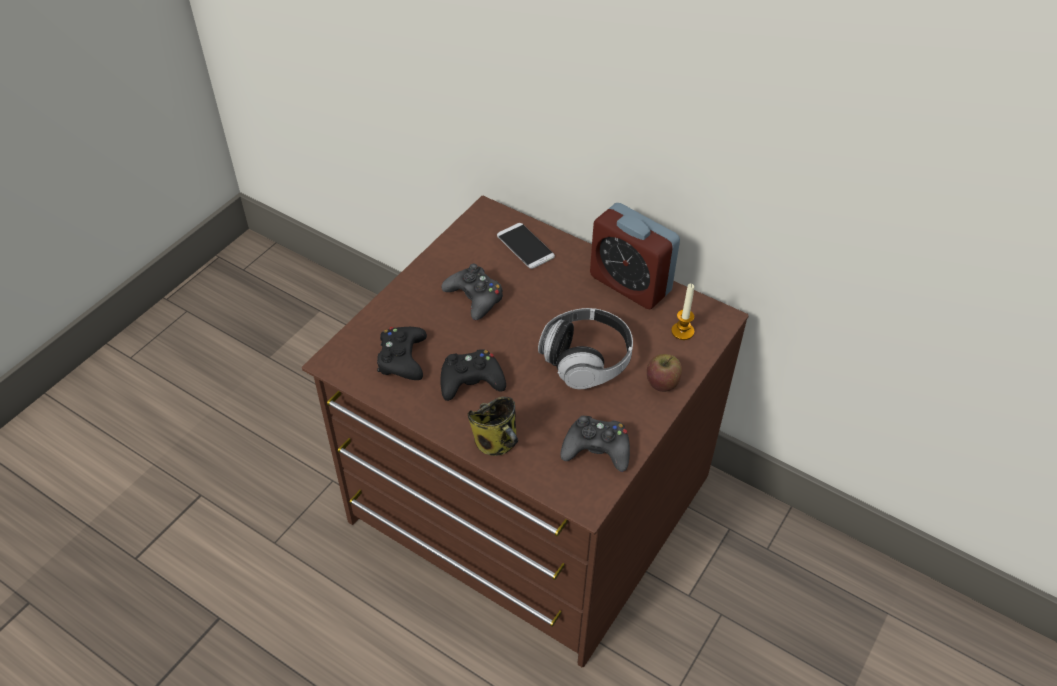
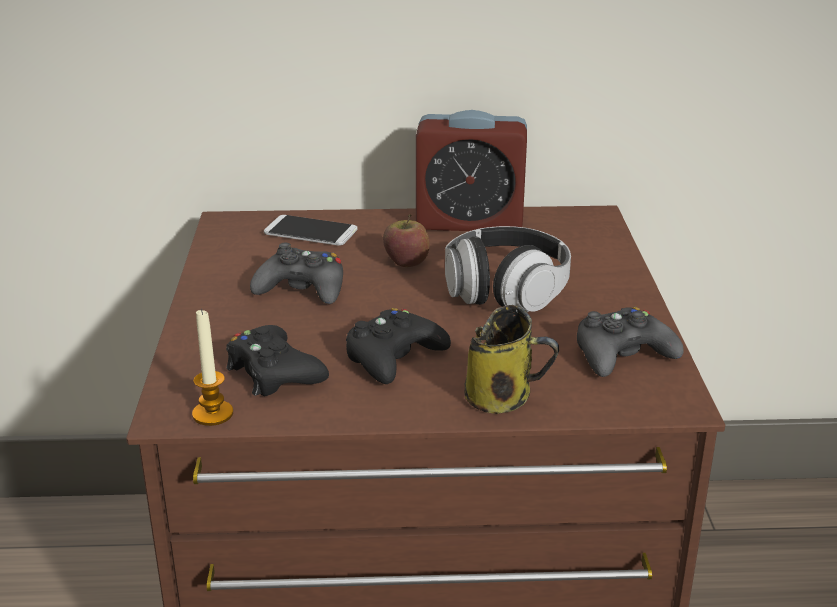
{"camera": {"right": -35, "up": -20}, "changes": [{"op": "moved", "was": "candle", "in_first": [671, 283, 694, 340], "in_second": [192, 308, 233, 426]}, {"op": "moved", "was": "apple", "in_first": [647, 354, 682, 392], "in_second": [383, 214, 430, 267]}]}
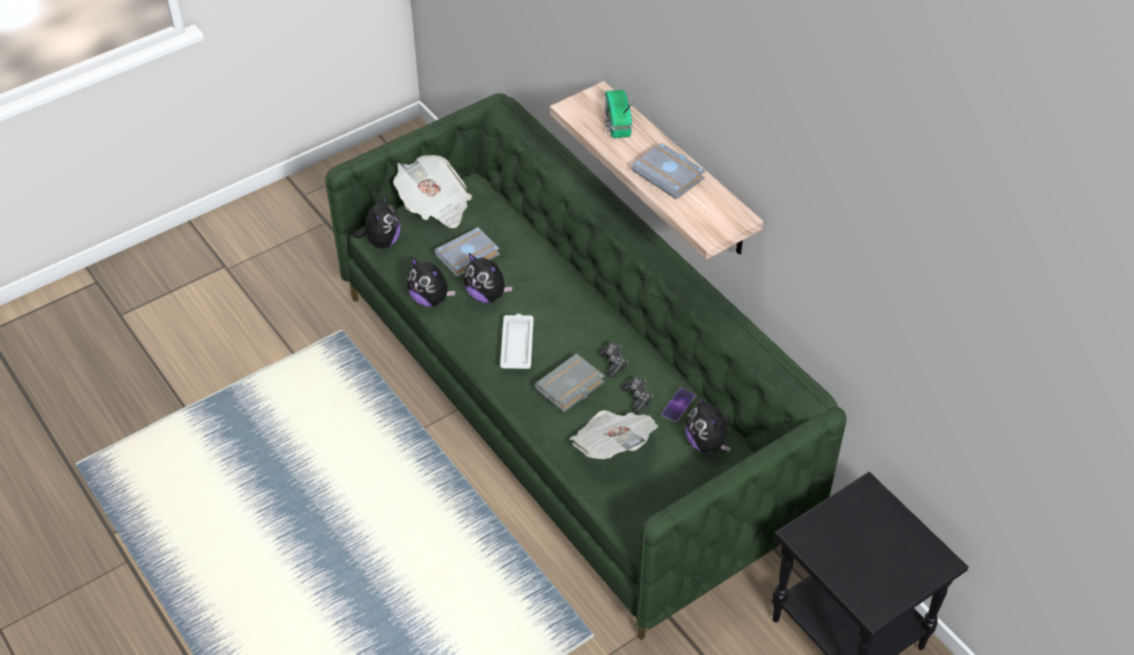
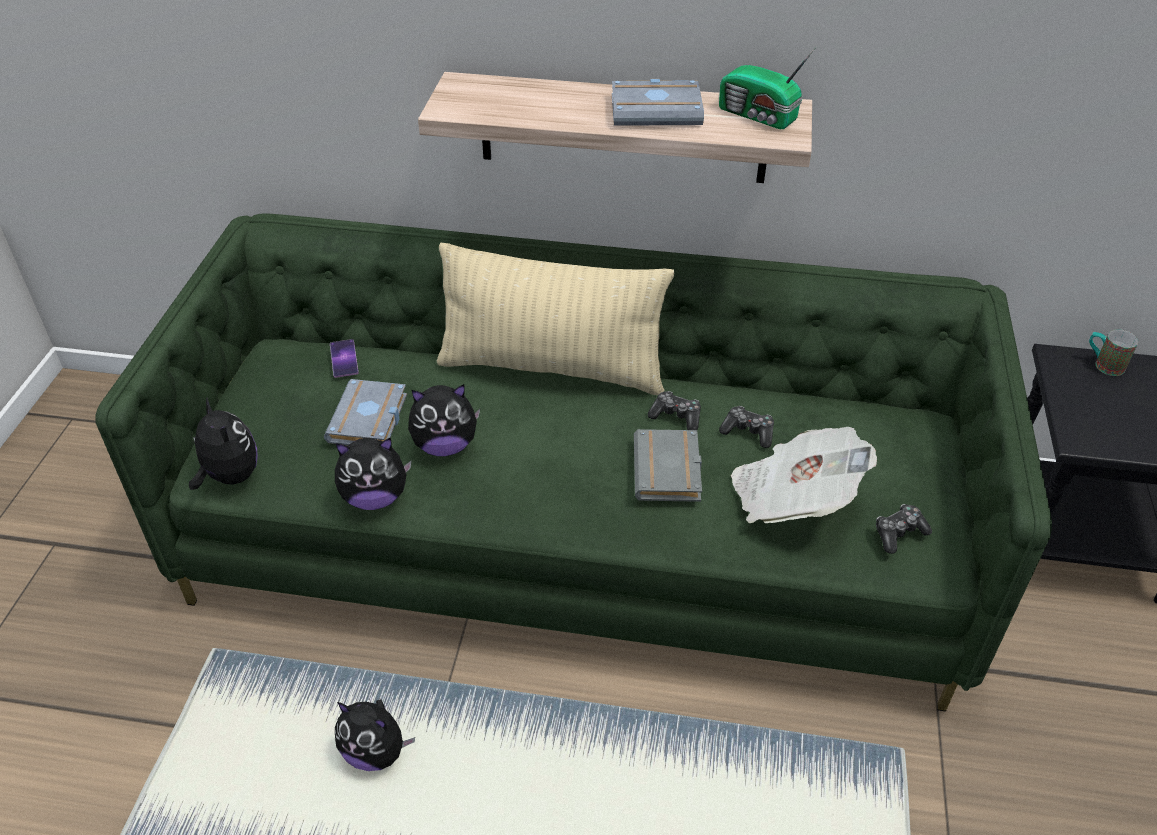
{"camera": {"right": -45, "up": -5}, "changes": [{"op": "moved", "was": "radio", "in_first": [605, 90, 634, 138], "in_second": [719, 47, 816, 129]}, {"op": "removed", "was": "newspaper", "in_first": [393, 155, 472, 228]}, {"op": "removed", "was": "tray (white)", "in_first": [500, 314, 534, 369]}, {"op": "moved", "was": "phone", "in_first": [661, 388, 696, 422], "in_second": [330, 339, 359, 378]}, {"op": "moved", "was": "plush toy", "in_first": [685, 394, 731, 454], "in_second": [335, 700, 415, 771]}, {"op": "added", "now": "pillow (beige)", "in_second": [436, 242, 674, 395]}, {"op": "added", "now": "mug", "in_second": [1089, 329, 1138, 376]}, {"op": "added", "now": "game controller", "in_second": [876, 504, 932, 554]}]}
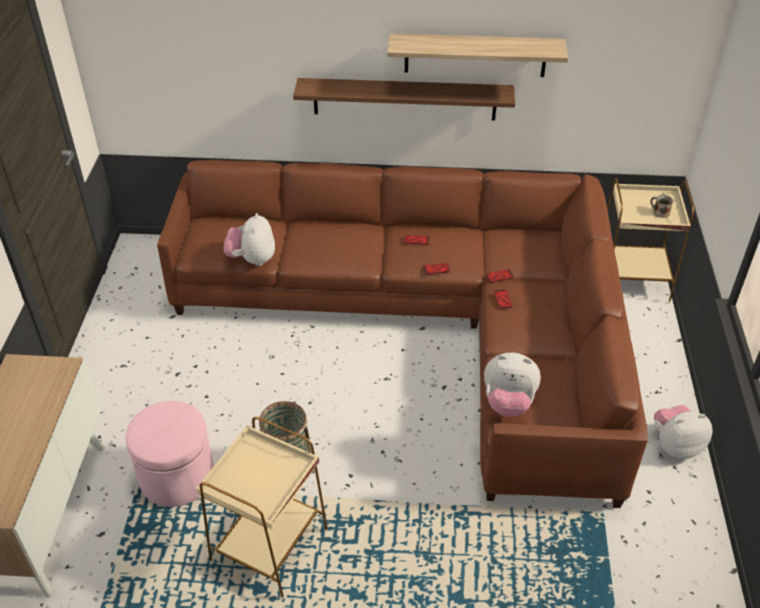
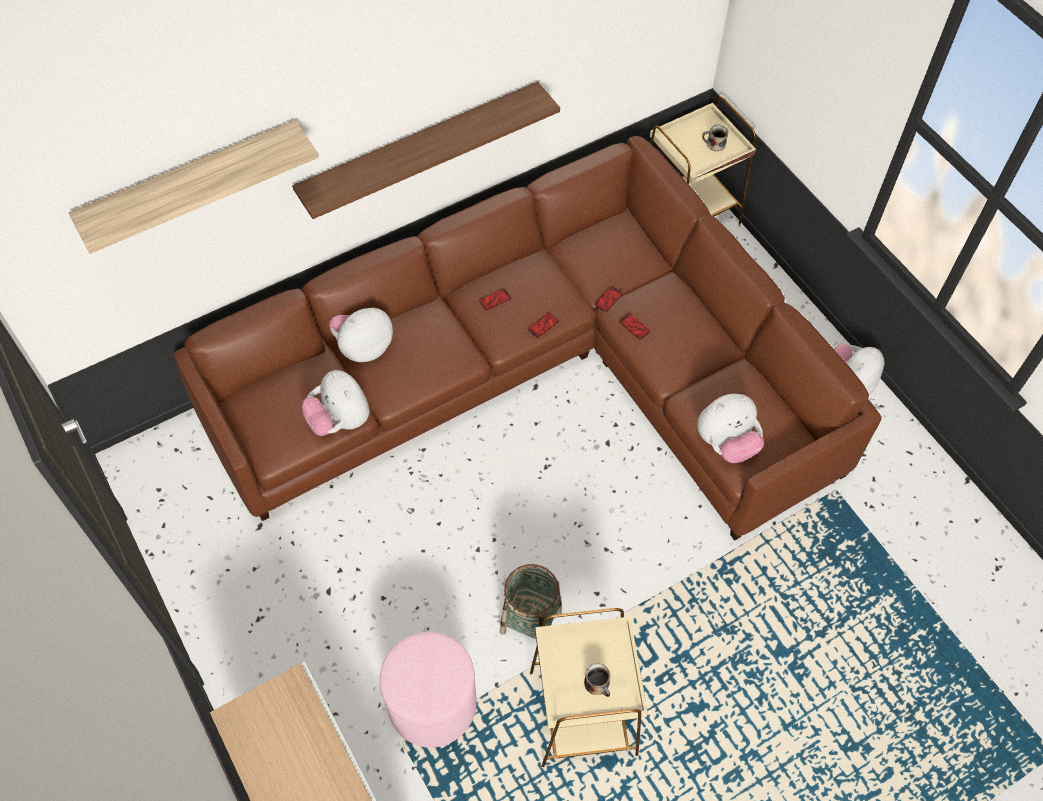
{"camera": {"right": -35, "up": 15}, "changes": [{"op": "moved", "was": "shelf", "in_first": [387, 33, 568, 77], "in_second": [68, 120, 319, 254]}, {"op": "added", "now": "plush toy", "in_second": [329, 308, 393, 362]}, {"op": "added", "now": "mug", "in_second": [584, 663, 610, 697]}]}
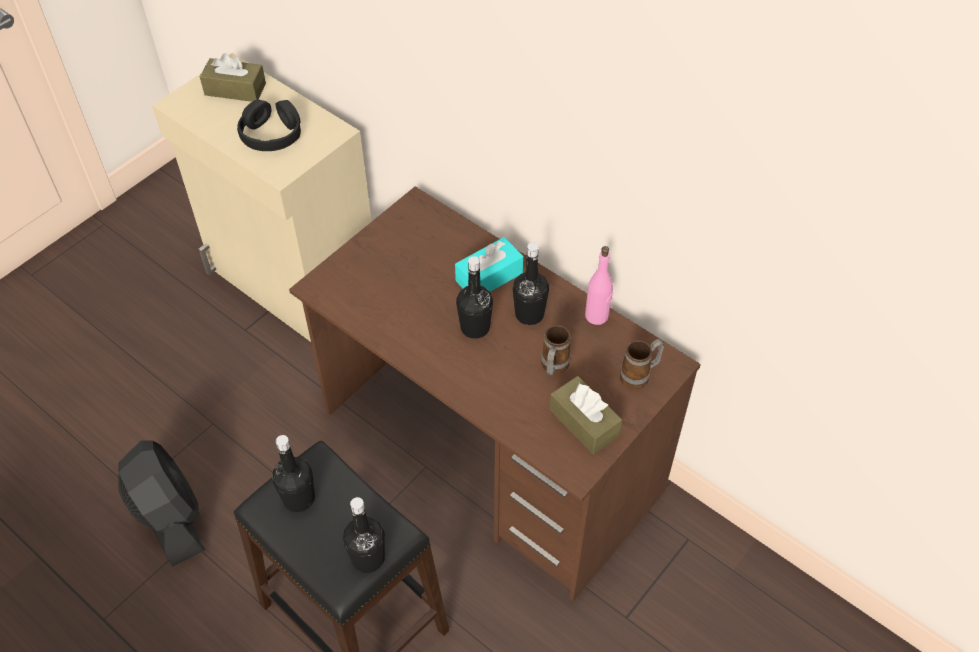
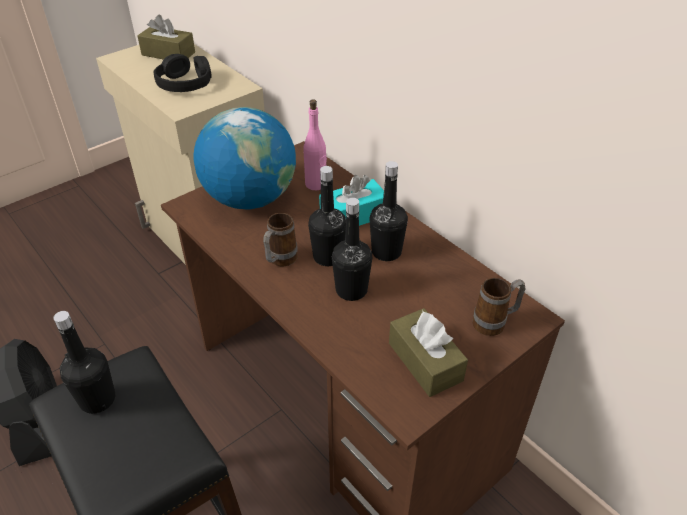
{"camera": {"right": 10, "up": -10}, "changes": [{"op": "moved", "was": "bottle (pink)", "in_first": [585, 246, 613, 325], "in_second": [303, 99, 327, 190]}, {"op": "moved", "was": "mug", "in_first": [541, 325, 571, 375], "in_second": [263, 213, 298, 266]}, {"op": "moved", "was": "bottle (black)", "in_first": [343, 497, 385, 573], "in_second": [332, 198, 372, 301]}, {"op": "added", "now": "globe", "in_second": [193, 107, 296, 210]}]}
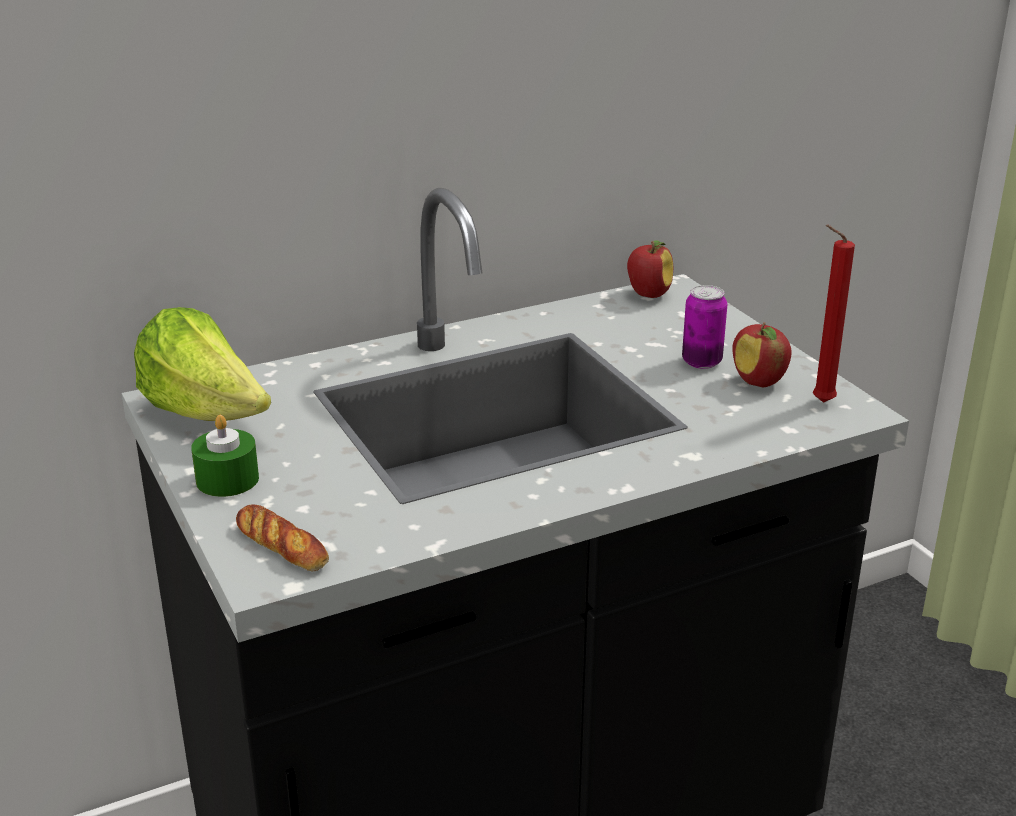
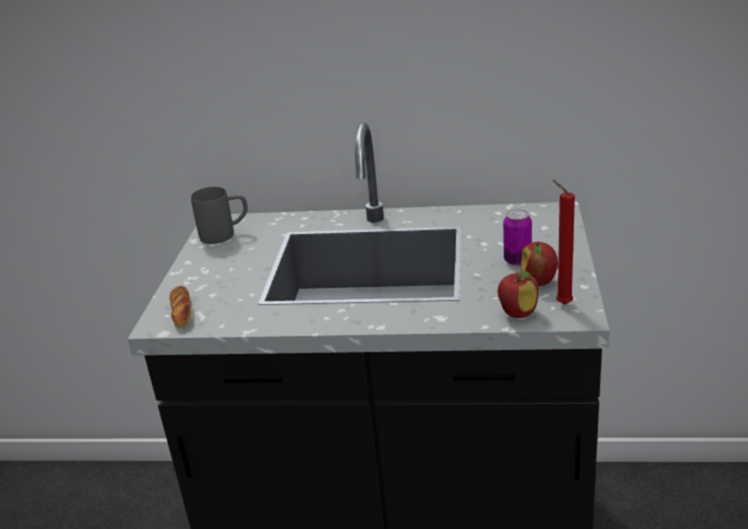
{"camera": {"right": 35, "up": 0}, "changes": [{"op": "moved", "was": "apple", "in_first": [627, 240, 673, 298], "in_second": [498, 271, 539, 318]}, {"op": "replaced", "was": "lettuce", "now": "mug (grey)", "in_first": [134, 307, 271, 421], "in_second": [191, 187, 248, 244]}, {"op": "removed", "was": "candle (green)", "in_first": [191, 415, 259, 497]}]}
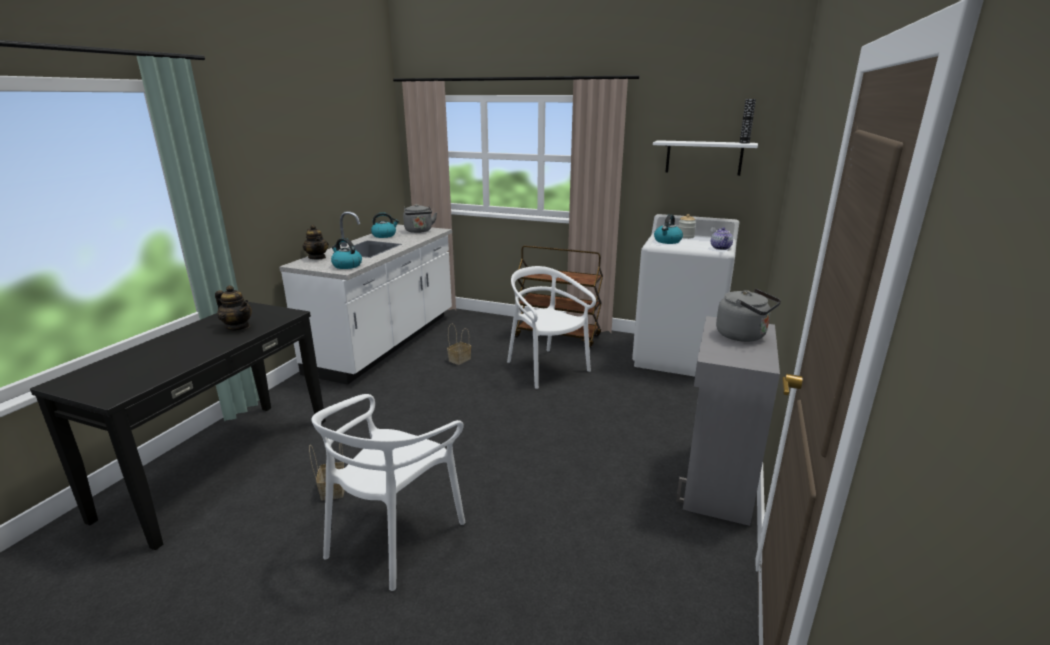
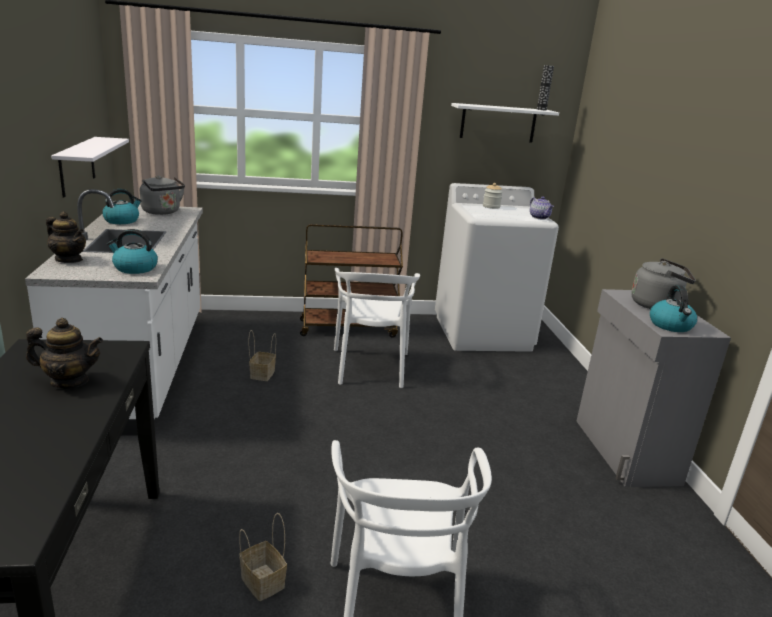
{"camera": {"right": -30, "up": 0}, "changes": [{"op": "moved", "was": "kettle", "in_first": [654, 214, 683, 244], "in_second": [650, 285, 697, 332]}, {"op": "turned", "was": "chair (white)", "in_first": [507, 266, 596, 389], "in_second": [334, 268, 420, 388], "clockwise": -120}, {"op": "added", "now": "shelf (white)", "in_second": [51, 137, 129, 197]}]}
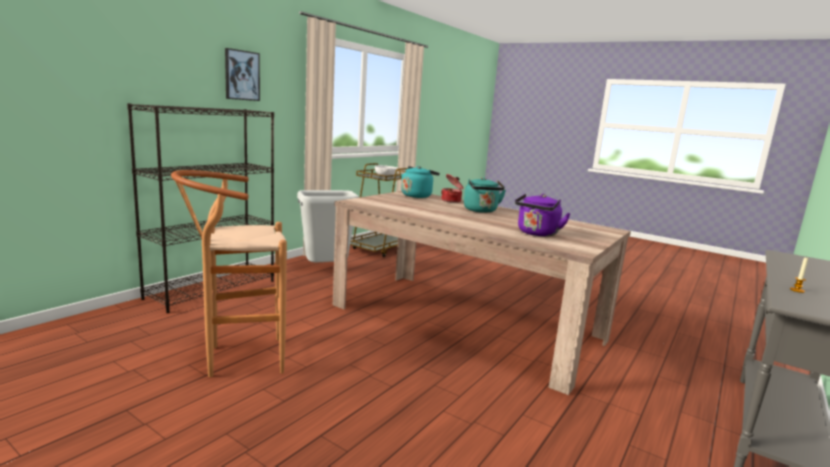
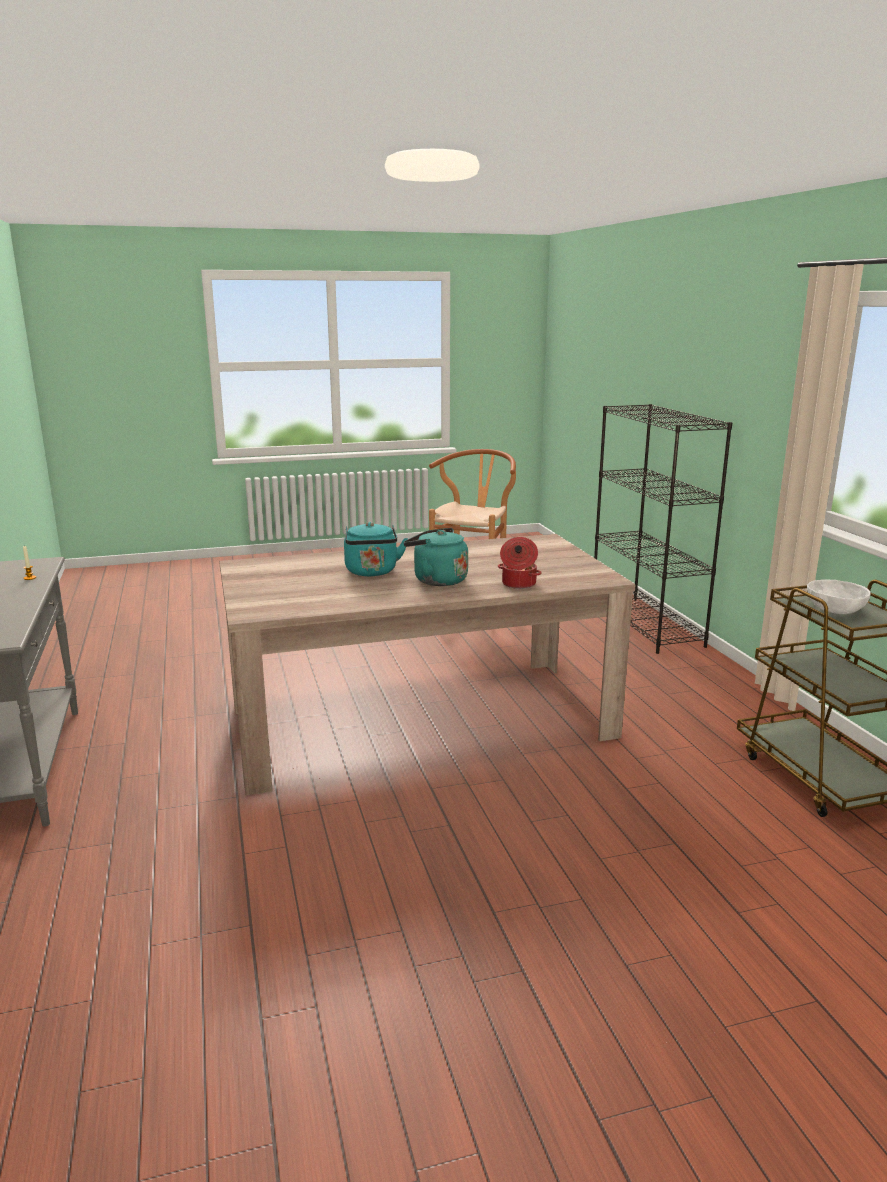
{"camera": {"right": 130, "up": 5}, "changes": [{"op": "removed", "was": "picture", "in_first": [225, 48, 260, 101]}, {"op": "moved", "was": "kettle (turquoise)", "in_first": [401, 166, 440, 198], "in_second": [344, 522, 408, 576]}, {"op": "removed", "was": "trash can (grey)", "in_first": [297, 190, 359, 262]}, {"op": "removed", "was": "kettle (purple)", "in_first": [515, 194, 571, 237]}]}
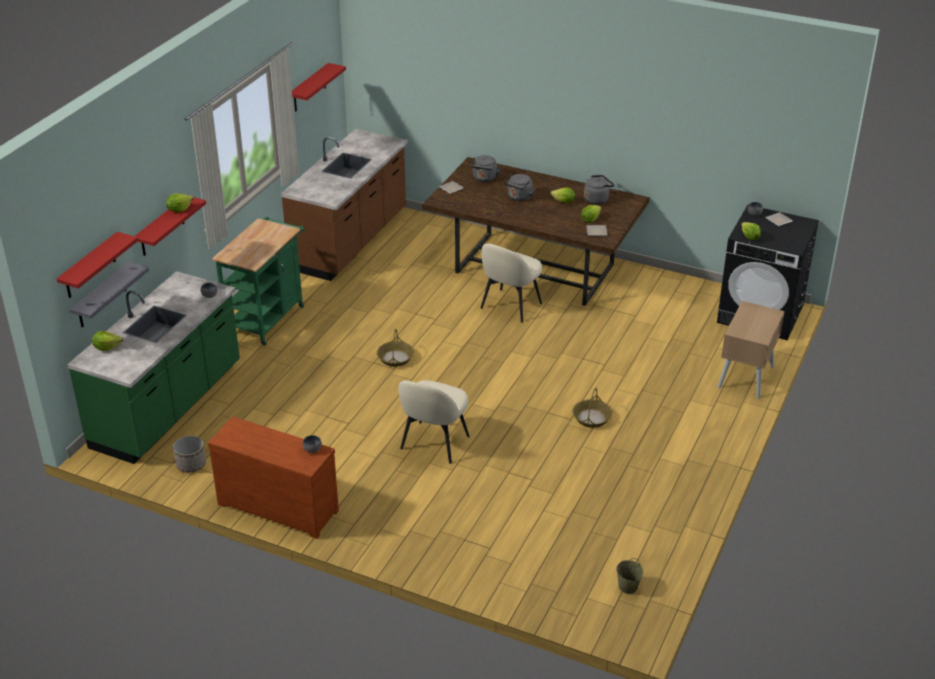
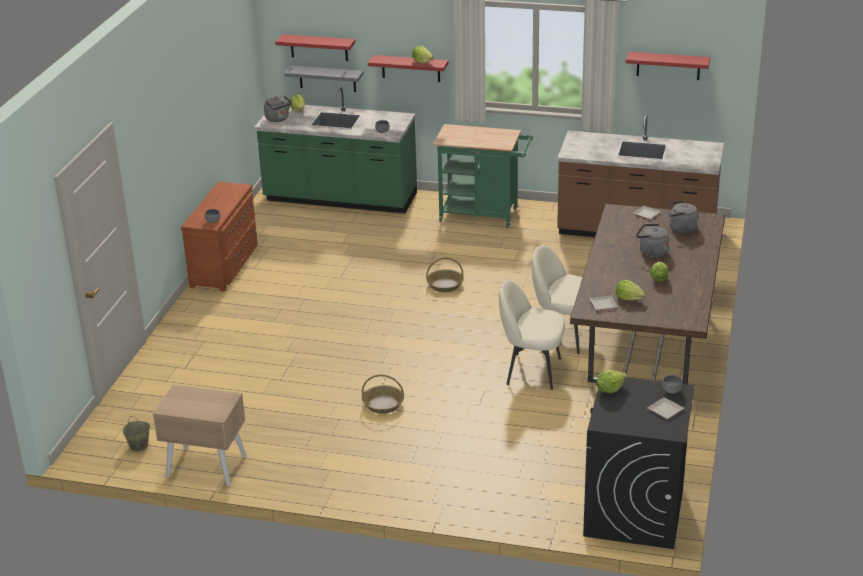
{"camera": {"right": 80, "up": -5}, "changes": [{"op": "moved", "was": "kettle (grey)", "in_first": [584, 175, 614, 205], "in_second": [264, 96, 292, 122]}, {"op": "moved", "was": "nightstand (beige)", "in_first": [717, 301, 785, 399], "in_second": [153, 385, 247, 486]}, {"op": "moved", "was": "chair (beige)", "in_first": [398, 380, 470, 464], "in_second": [499, 279, 565, 390]}, {"op": "removed", "was": "planter", "in_first": [173, 436, 206, 473]}]}
